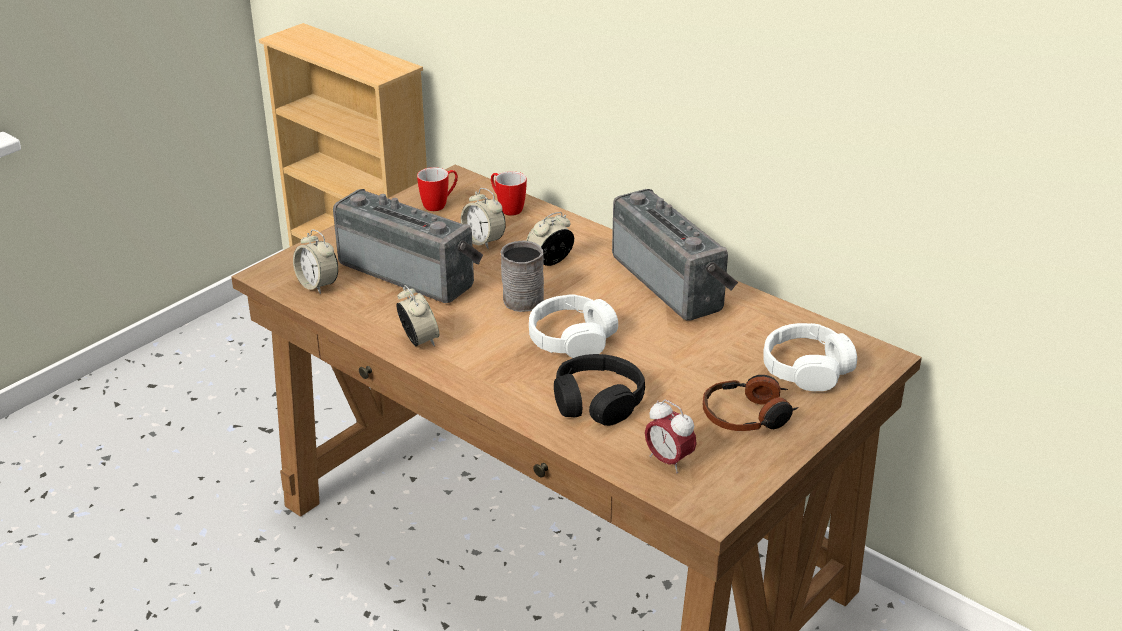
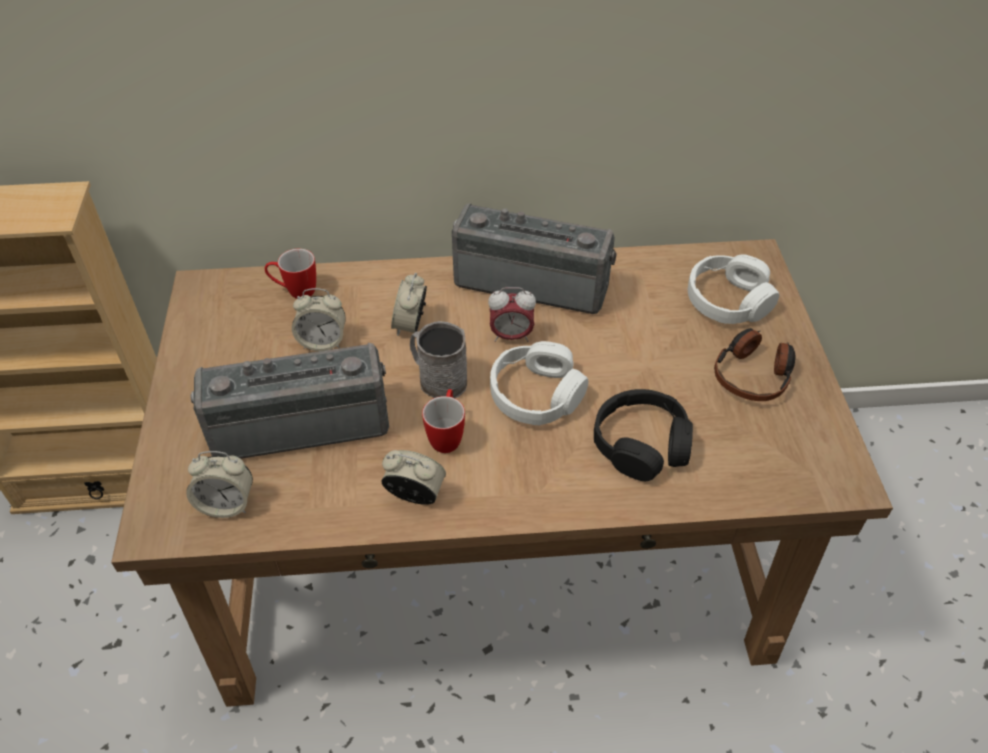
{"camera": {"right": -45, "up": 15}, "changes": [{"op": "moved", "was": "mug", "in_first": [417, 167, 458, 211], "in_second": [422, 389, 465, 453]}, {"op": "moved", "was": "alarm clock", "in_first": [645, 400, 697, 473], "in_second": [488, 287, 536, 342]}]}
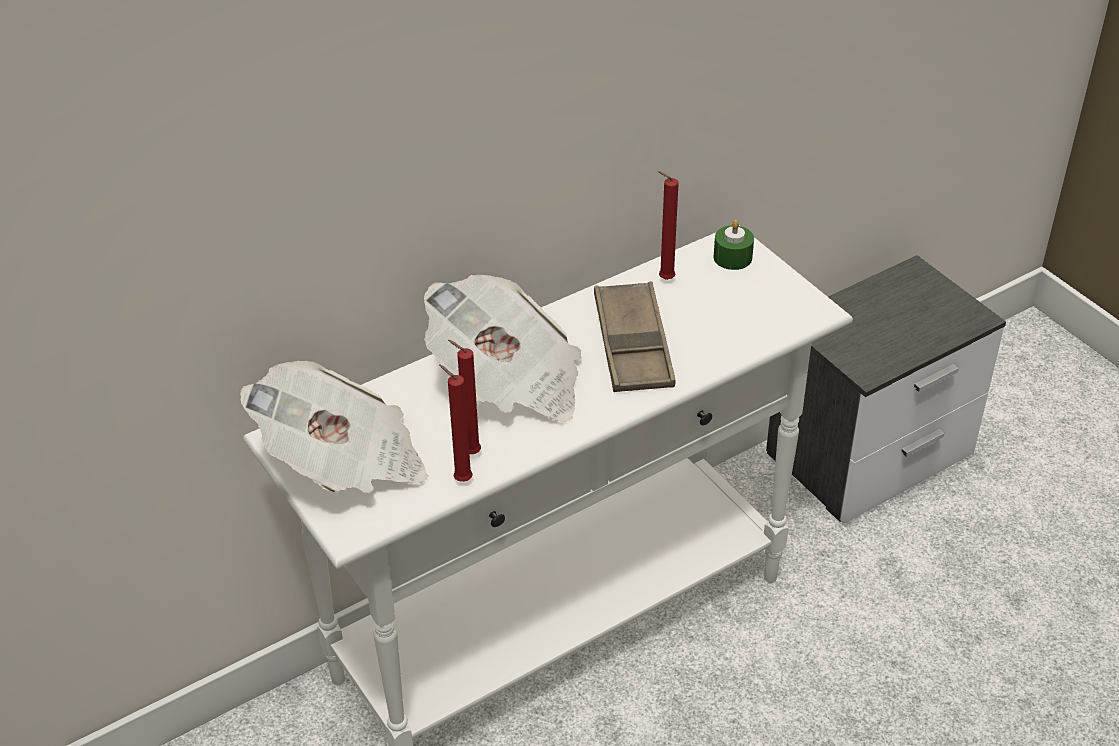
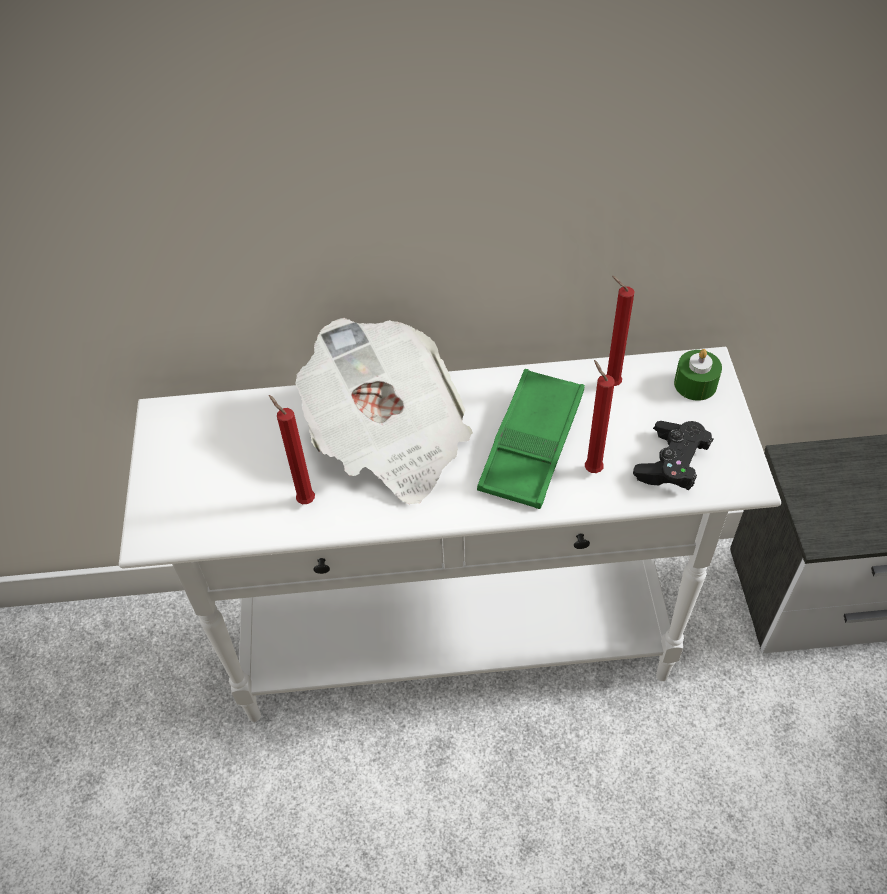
{"camera": {"right": 30, "up": 10}, "changes": [{"op": "recoloured", "was": "tray (brown)", "now": "tray (green)", "in_first": [594, 282, 675, 392], "in_second": [477, 369, 585, 509]}, {"op": "removed", "was": "newspaper", "in_first": [240, 361, 428, 493]}, {"op": "moved", "was": "candle (red)", "in_first": [439, 365, 473, 482], "in_second": [585, 360, 615, 473]}, {"op": "added", "now": "game controller (black)", "in_second": [633, 421, 713, 490]}]}
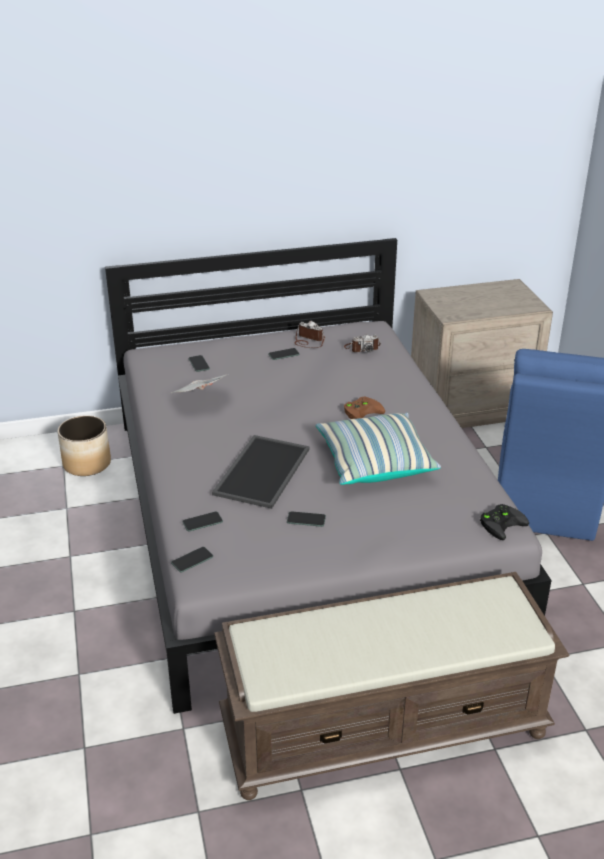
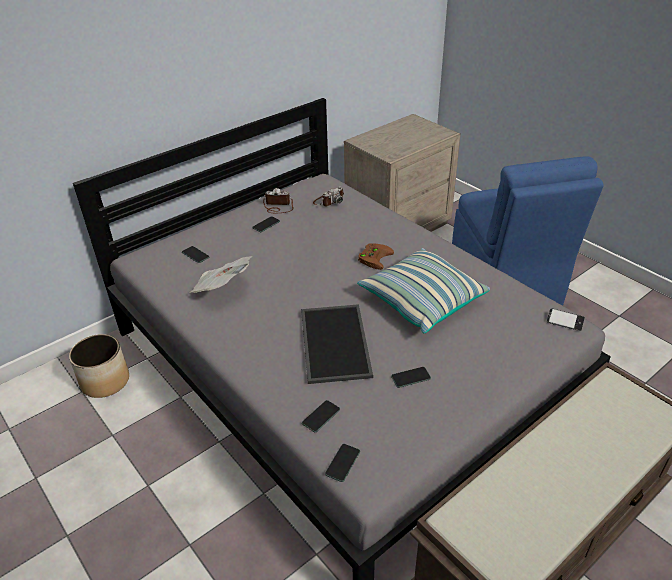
{"camera": {"right": -25, "up": 5}, "changes": [{"op": "replaced", "was": "game controller (black)", "now": "phone", "in_first": [480, 504, 529, 540], "in_second": [547, 308, 585, 331]}]}
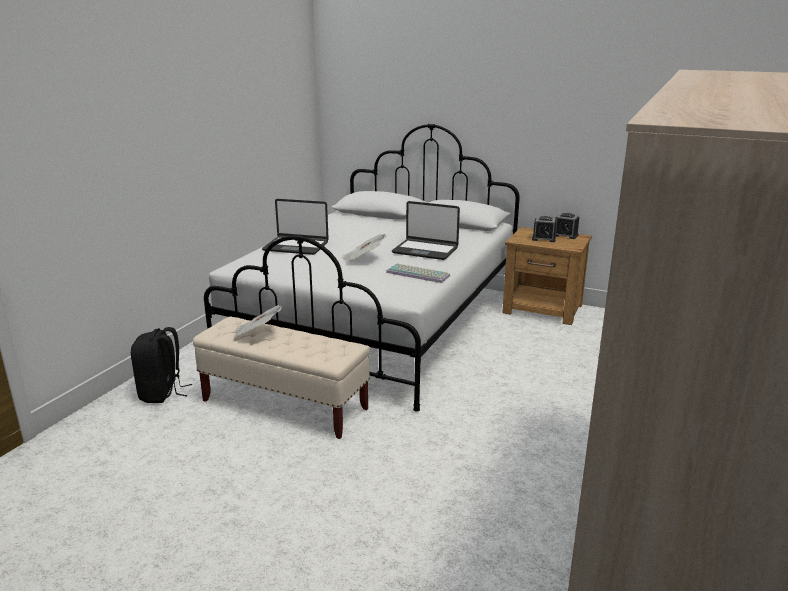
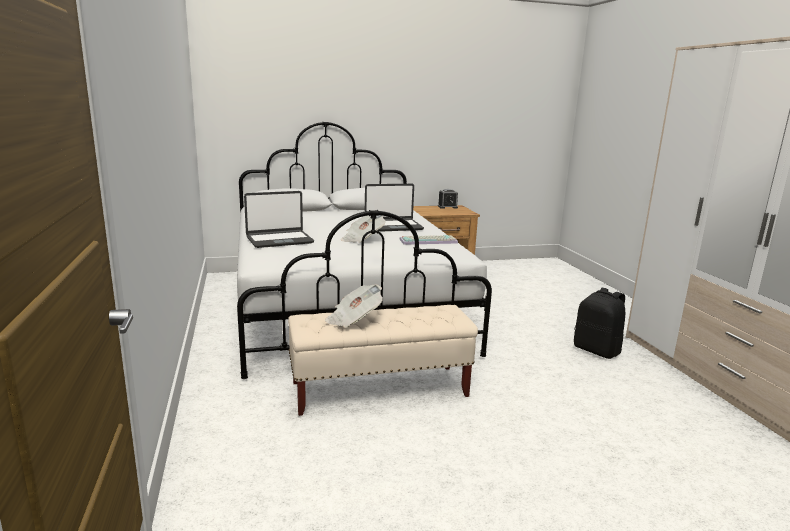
{"camera": {"right": -40, "up": -5}, "changes": [{"op": "removed", "was": "alarm clock", "in_first": [532, 216, 557, 242]}, {"op": "moved", "was": "backpack (black)", "in_first": [131, 327, 192, 403], "in_second": [574, 288, 625, 359]}]}
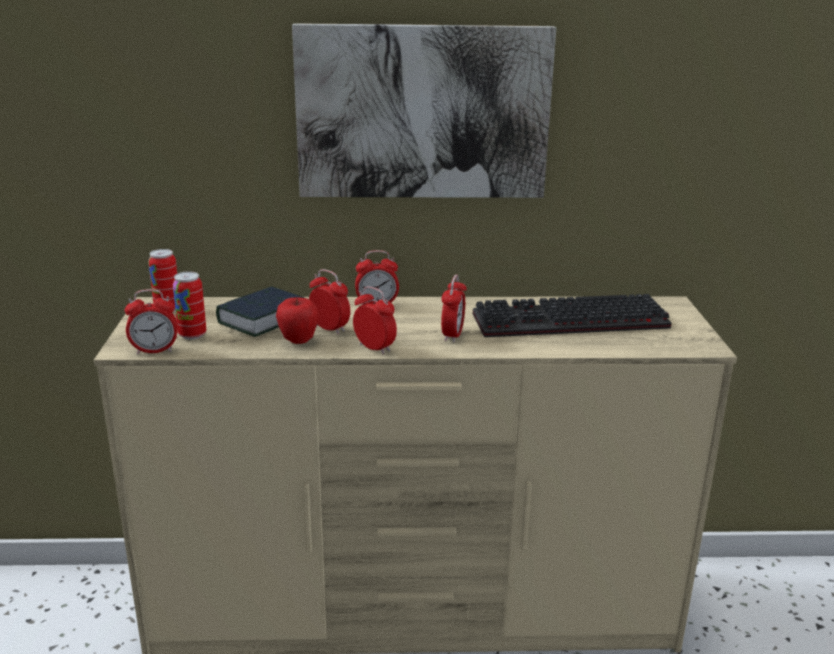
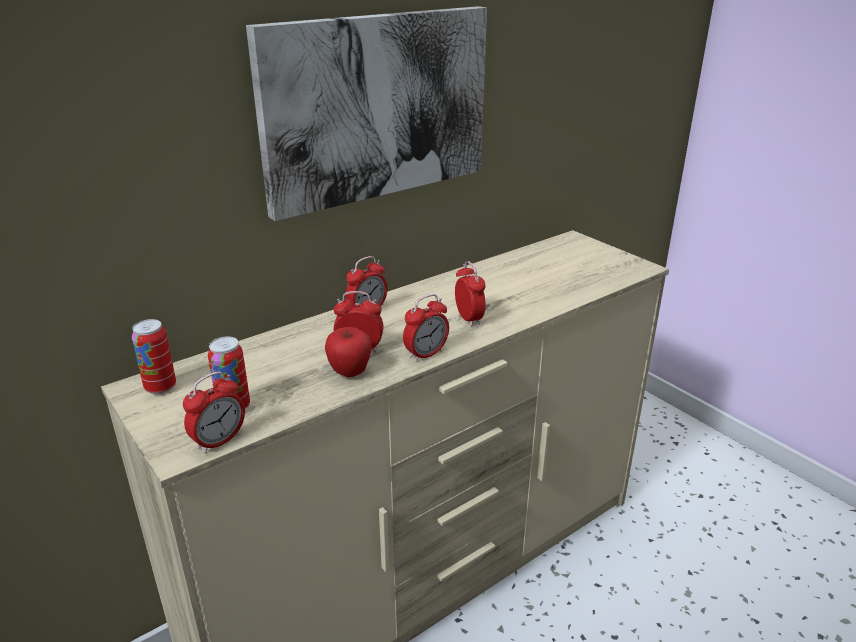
{"camera": {"right": -35, "up": 5}, "changes": [{"op": "removed", "was": "book", "in_first": [216, 286, 304, 337]}, {"op": "turned", "was": "alarm clock", "in_first": [353, 286, 397, 355], "in_second": [403, 294, 449, 362], "clockwise": 135}, {"op": "removed", "was": "keyboard", "in_first": [473, 294, 672, 337]}]}
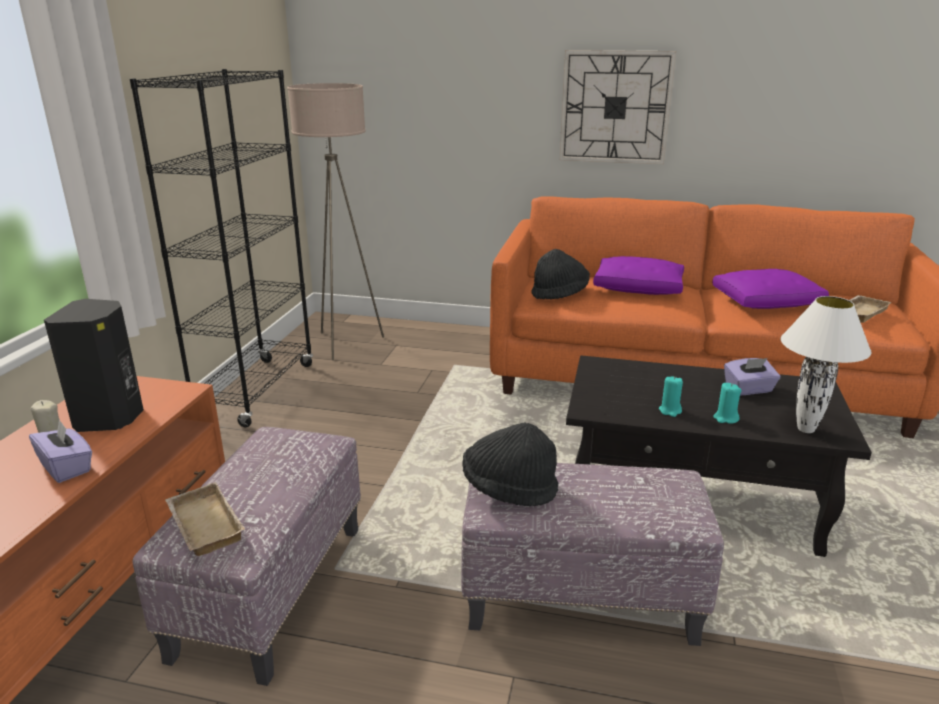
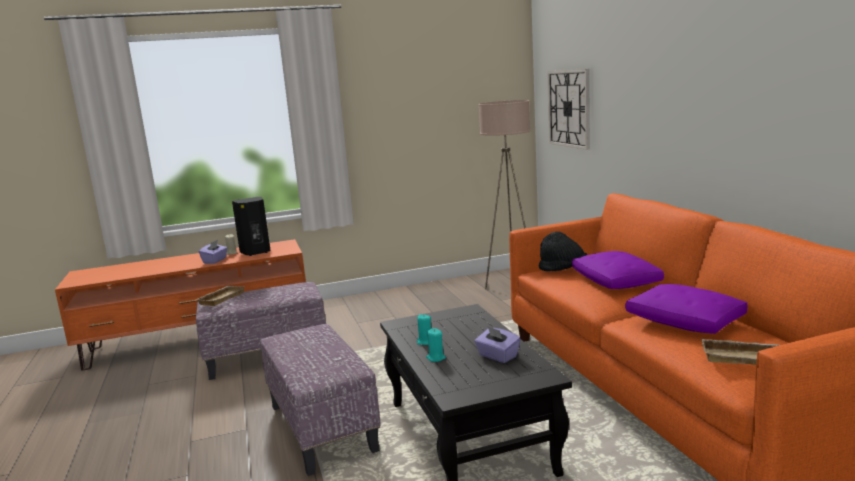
{"camera": {"right": 60, "up": -10}, "changes": [{"op": "moved", "was": "wall clock", "in_first": [559, 50, 676, 164], "in_second": [547, 69, 590, 150]}, {"op": "removed", "was": "bookcase (black)", "in_first": [130, 69, 313, 427]}, {"op": "removed", "was": "table lamp (white)", "in_first": [780, 296, 872, 433]}, {"op": "removed", "was": "hat (black)", "in_first": [462, 422, 558, 506]}]}
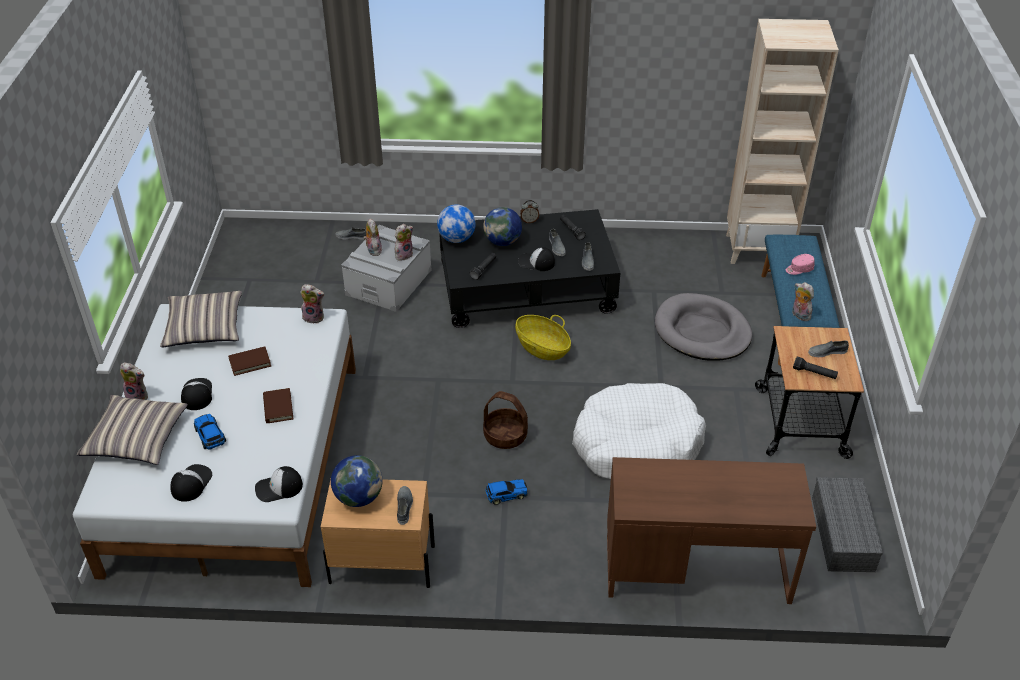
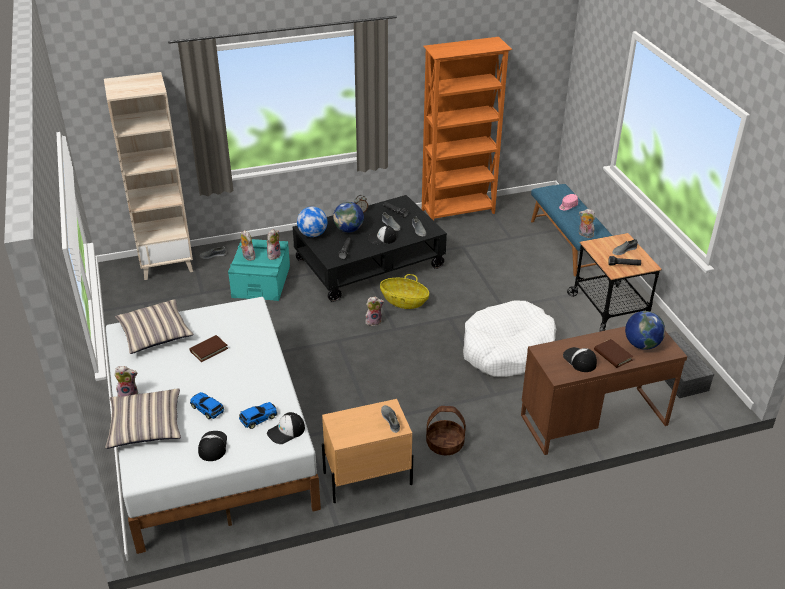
{"camera": {"right": -20, "up": -5}, "changes": [{"op": "moved", "was": "bookcase (beige)", "in_first": [726, 19, 839, 264], "in_second": [104, 72, 193, 280]}, {"op": "recoloured", "was": "storage box (grey)", "now": "storage box (turquoise)", "in_first": [341, 225, 432, 312], "in_second": [228, 239, 290, 301]}, {"op": "moved", "was": "plush toy", "in_first": [300, 284, 324, 324], "in_second": [366, 297, 384, 326]}, {"op": "removed", "was": "dog bed (grey)", "in_first": [655, 293, 752, 361]}, {"op": "moved", "was": "cap", "in_first": [181, 378, 212, 410], "in_second": [563, 347, 597, 372]}, {"op": "moved", "was": "book (brown)", "in_first": [263, 388, 293, 423], "in_second": [594, 339, 633, 368]}, {"op": "moved", "was": "basket", "in_first": [483, 391, 528, 449], "in_second": [426, 406, 466, 455]}, {"op": "moved", "was": "globe", "in_first": [331, 455, 382, 507], "in_second": [625, 311, 665, 350]}, {"op": "moved", "was": "toy car", "in_first": [485, 479, 528, 505], "in_second": [239, 402, 277, 429]}, {"op": "added", "now": "bookcase (orange)", "in_second": [422, 37, 512, 221]}]}
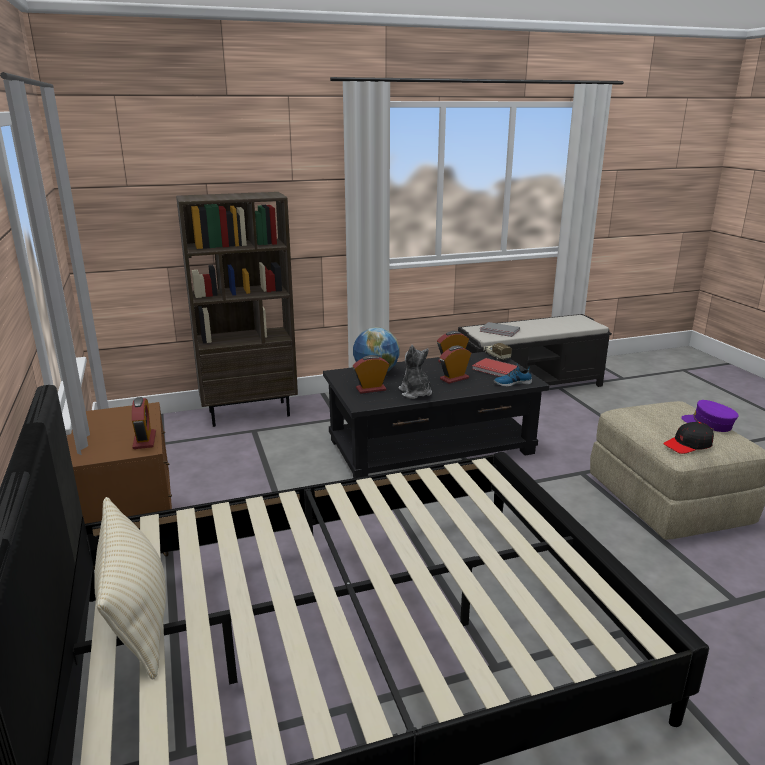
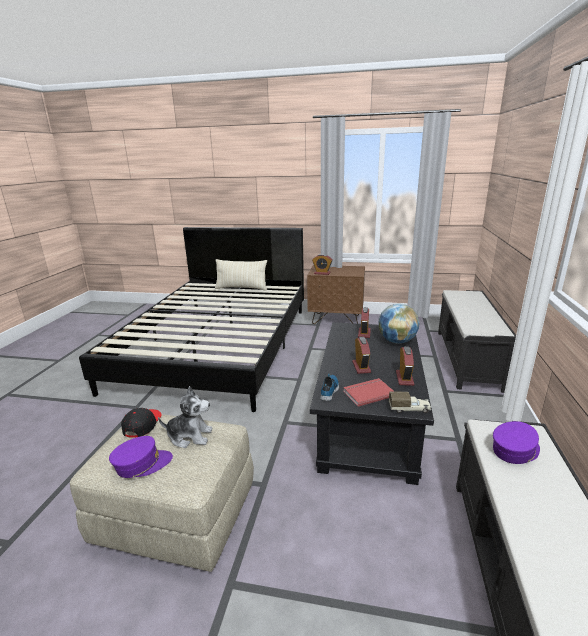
{"camera": {"right": 120, "up": 0}, "changes": [{"op": "replaced", "was": "bookcase (brown)", "now": "bench (black)", "in_first": [176, 192, 298, 427], "in_second": [438, 290, 516, 393]}, {"op": "replaced", "was": "book (grey)", "now": "cap (purple)", "in_first": [480, 322, 520, 337], "in_second": [493, 421, 540, 464]}, {"op": "moved", "was": "plush toy", "in_first": [398, 345, 432, 399], "in_second": [158, 386, 213, 448]}]}
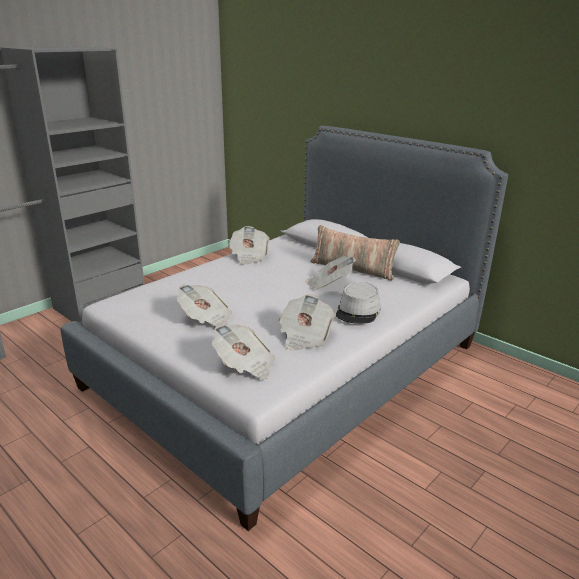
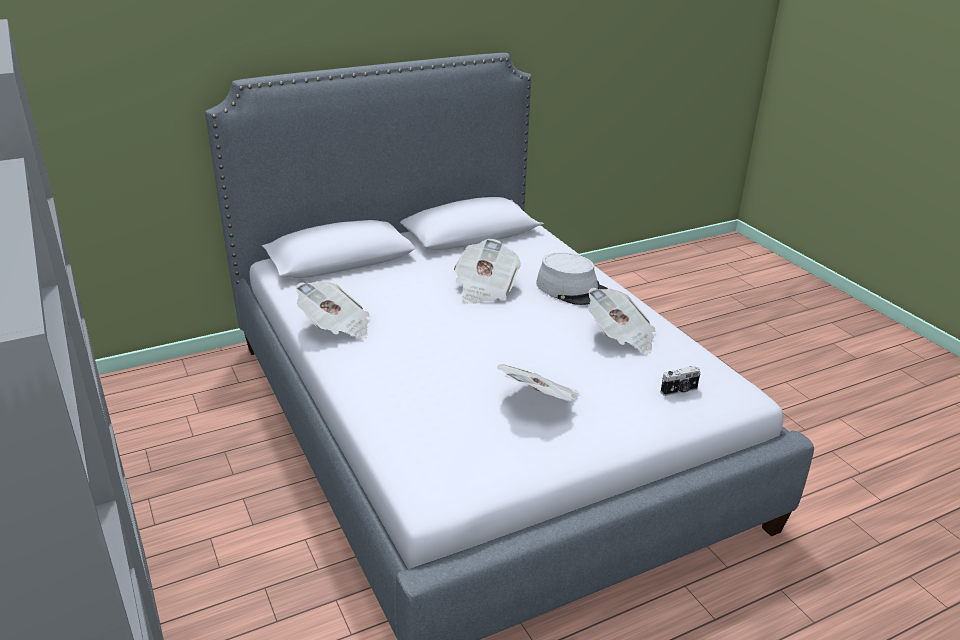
{"camera": {"right": -70, "up": 5}, "changes": [{"op": "removed", "was": "pillow", "in_first": [311, 225, 400, 281]}, {"op": "replaced", "was": "newspaper", "now": "photo camera", "in_first": [212, 325, 275, 380], "in_second": [661, 366, 700, 396]}]}
